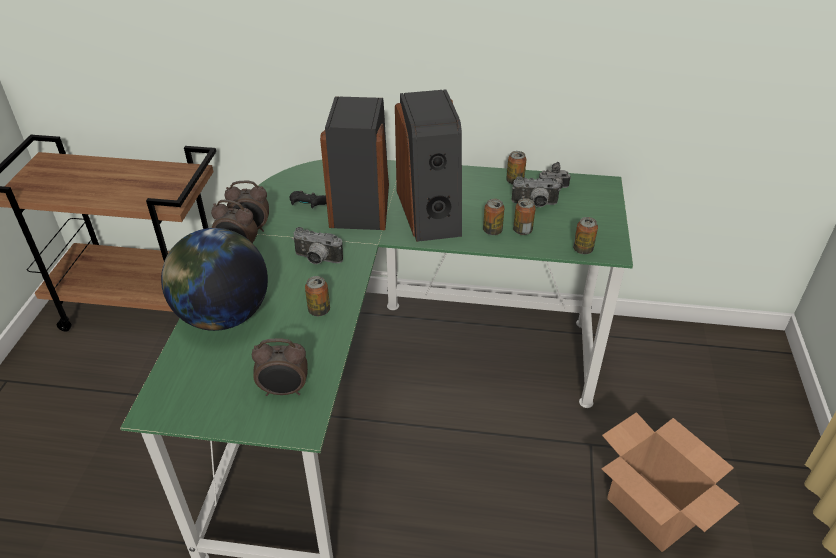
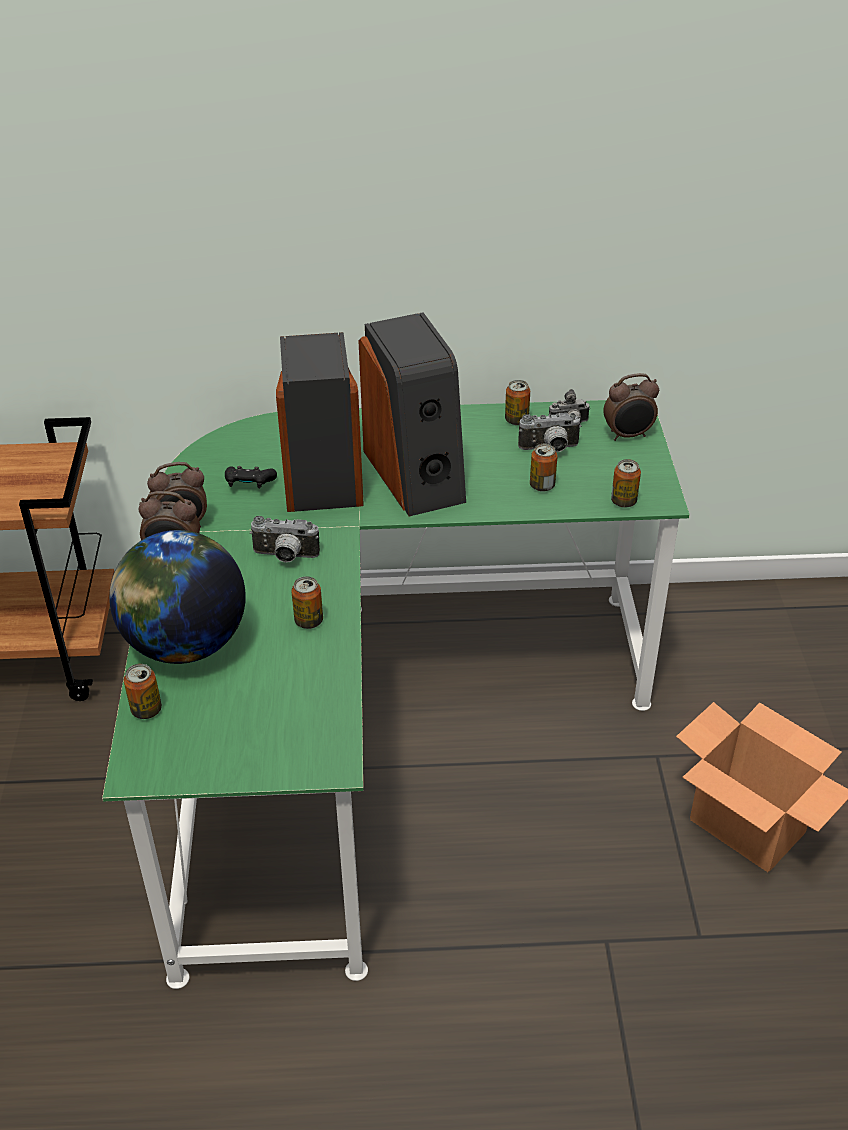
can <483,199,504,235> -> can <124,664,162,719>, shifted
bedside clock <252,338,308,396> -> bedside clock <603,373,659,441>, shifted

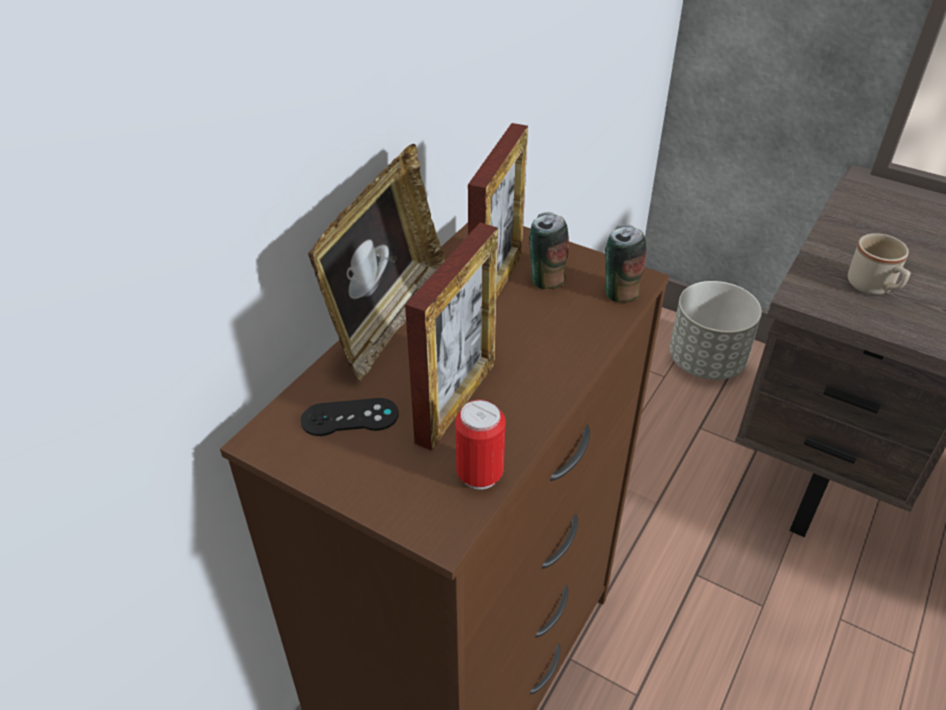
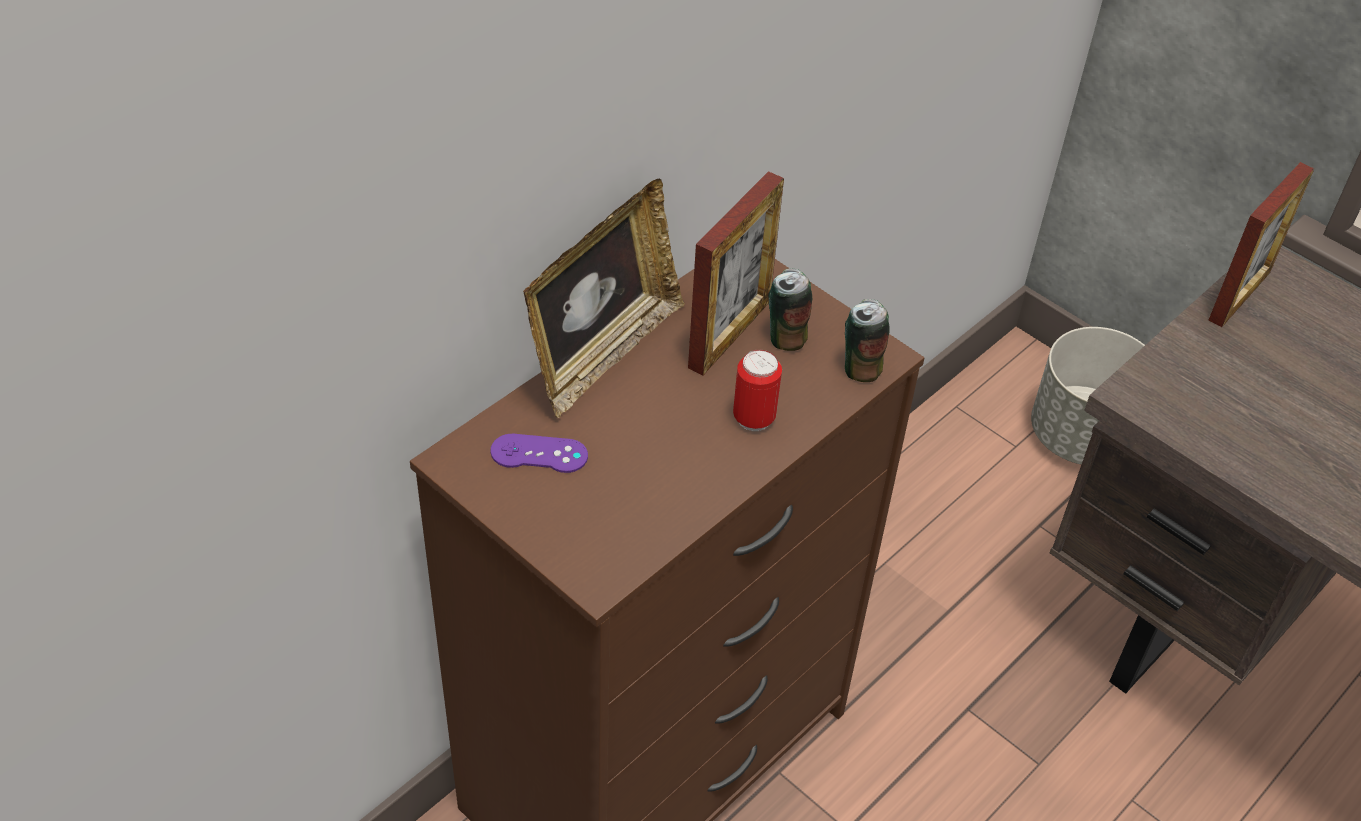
game controller (black) <300,398,399,436> -> game controller (purple) <490,434,588,473>
can <455,399,506,490> -> can <733,350,782,431>, shifted
picture frame <405,223,498,451> -> picture frame <1209,162,1314,327>, shifted
tea mug (sand-coloured) <848,233,911,295> -> none

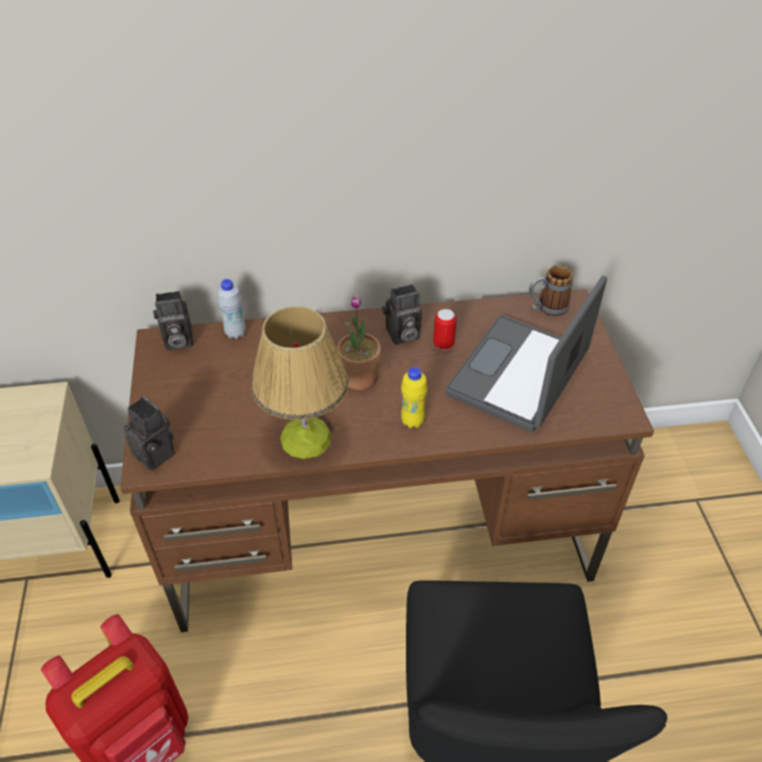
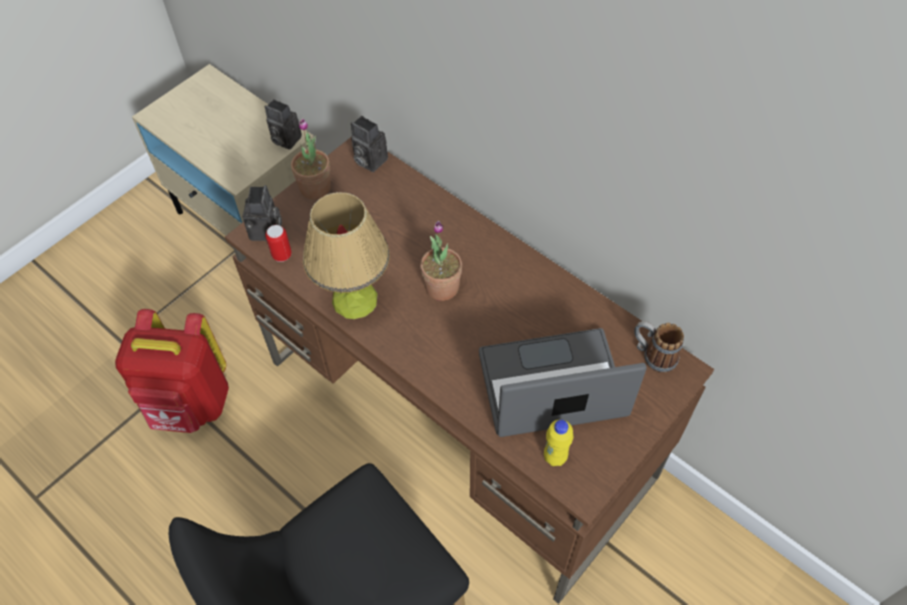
still camera <382,284,422,345> -> still camera <265,99,302,150>, shifted
can <433,309,457,350> -> can <265,225,292,262>, shifted
none -> plant in a pot <291,118,331,200>
bottle (yellow-coloured) <401,367,427,428> -> bottle (yellow-coloured) <544,420,573,466>, shifted
bottle (whitish) <218,279,246,339> -> none

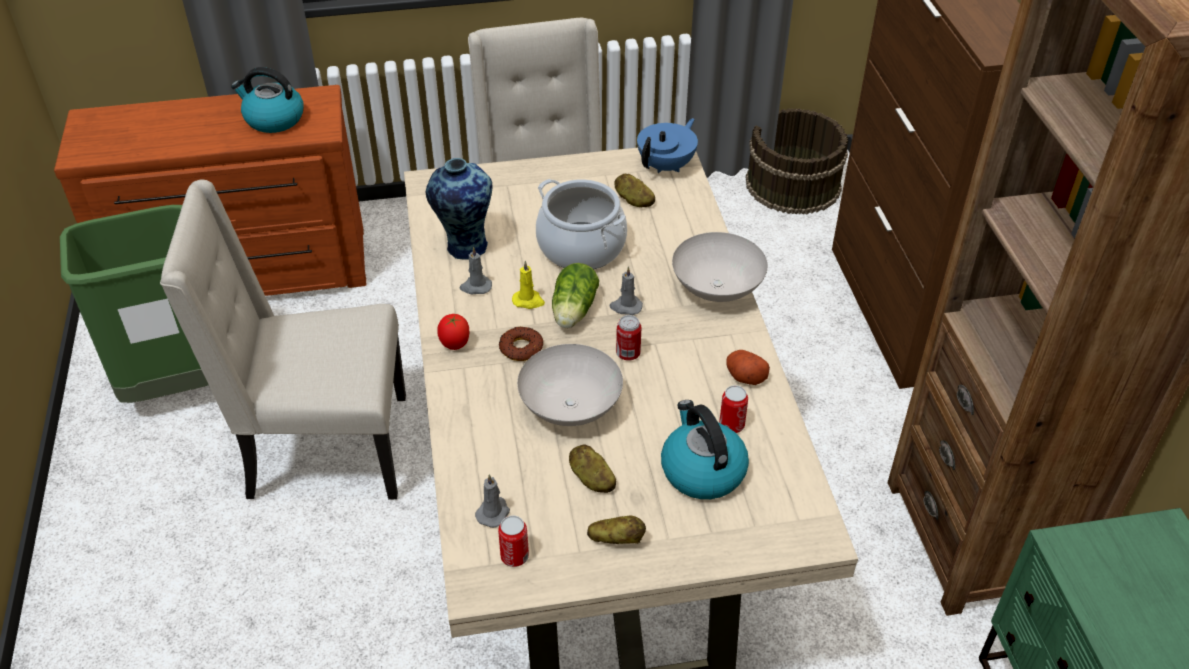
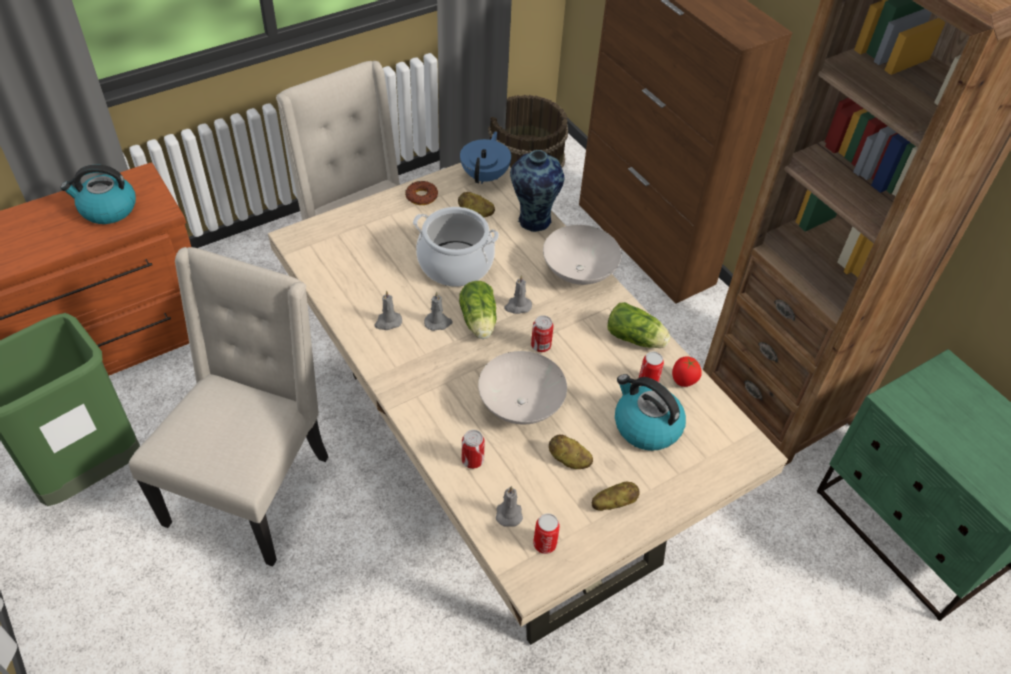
plain chair (sand-coloured) <160,180,406,500> -> plain chair (sand-coloured) <129,247,328,567>, 135 degrees clockwise
doughnut <499,326,543,361> -> doughnut <406,181,438,205>, shifted
wax light (yellow-coloured) <512,260,545,309> -> wax light (gray) <424,292,453,331>
none -> can <462,430,485,469>
flower vase <426,158,492,260> -> flower vase <510,150,565,232>, shifted
potato <726,350,770,385> -> head of lettuce <608,302,671,348>
whole tomato <437,314,469,350> -> whole tomato <672,356,702,387>, shifted

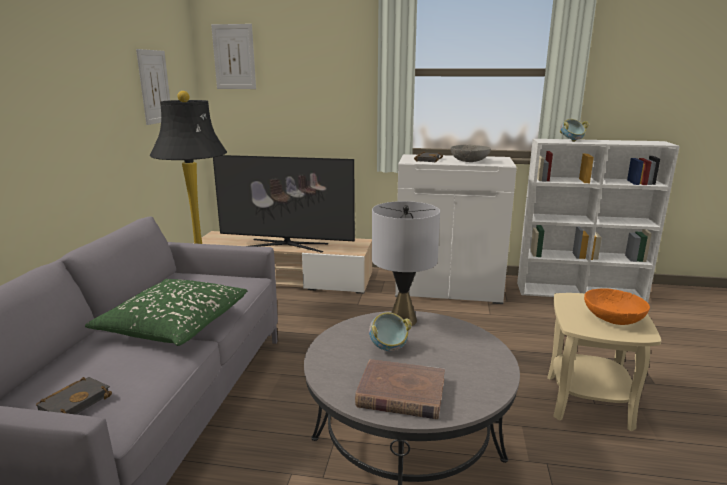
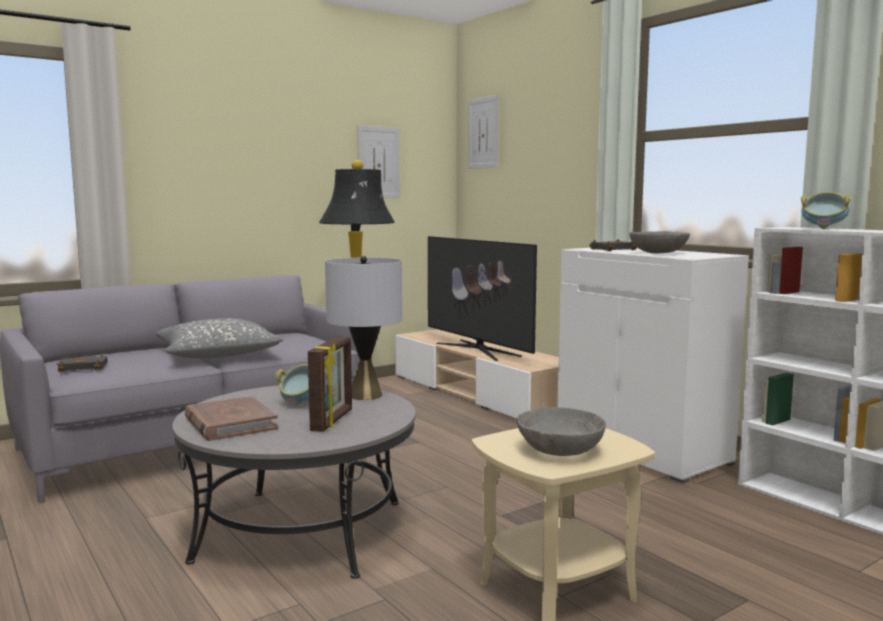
cushion (green) <85,279,247,346> -> cushion (gray) <155,318,283,358>
none -> picture frame <308,336,352,432>
bowl (orange-coloured) <584,288,650,325> -> bowl (gray) <517,407,606,456>

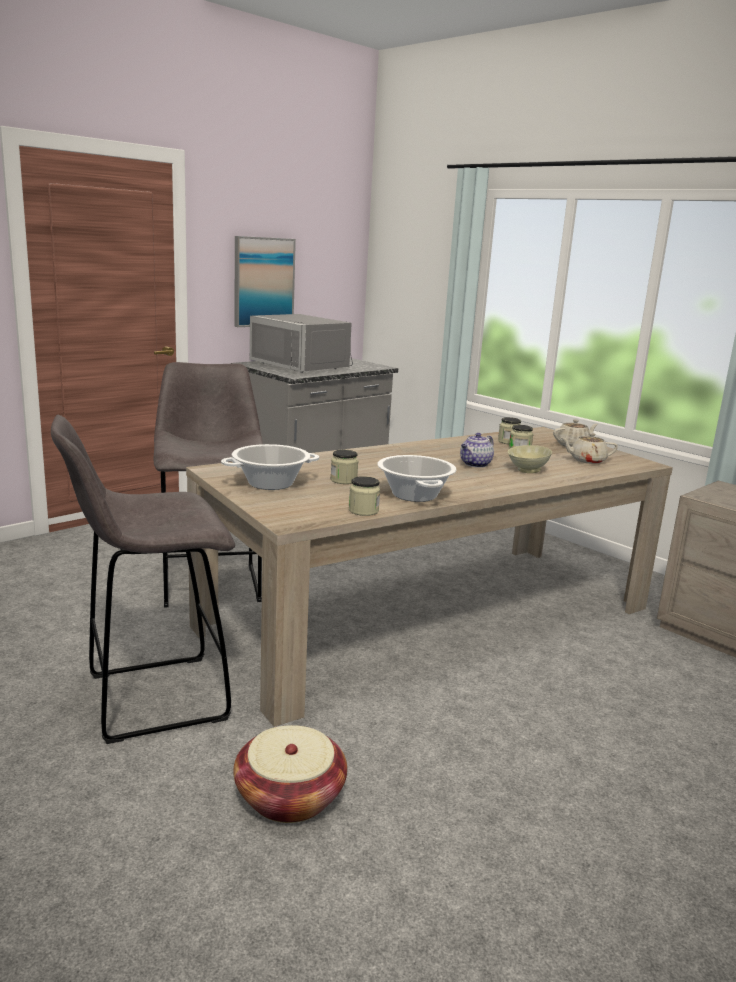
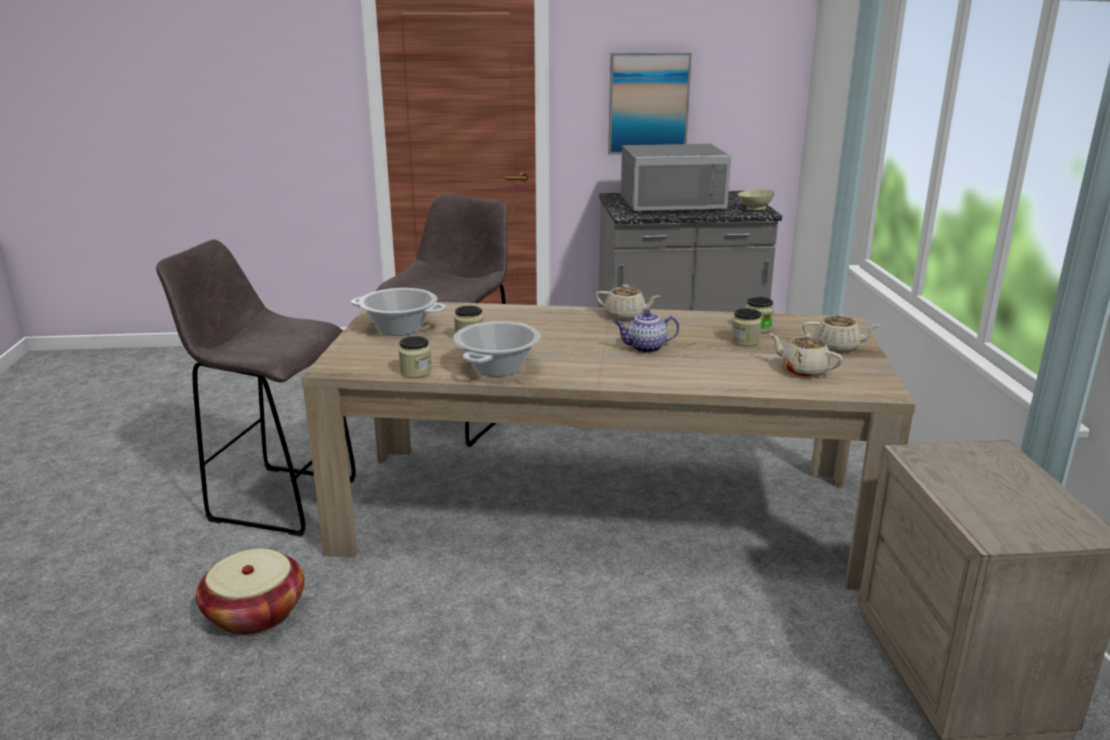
none -> tea pot (sand-coloured) <596,284,660,321>
microwave (gray) <250,314,353,373> -> microwave (gray) <621,144,731,212>, 90 degrees counterclockwise
bowl (sand-coloured) <508,445,552,473> -> bowl (sand-coloured) <738,189,775,211>, shifted

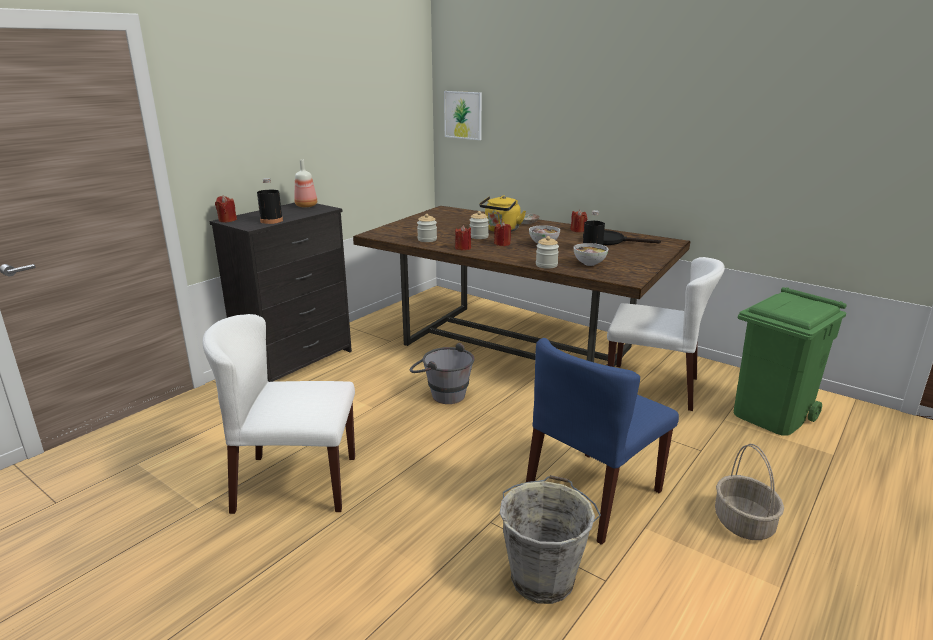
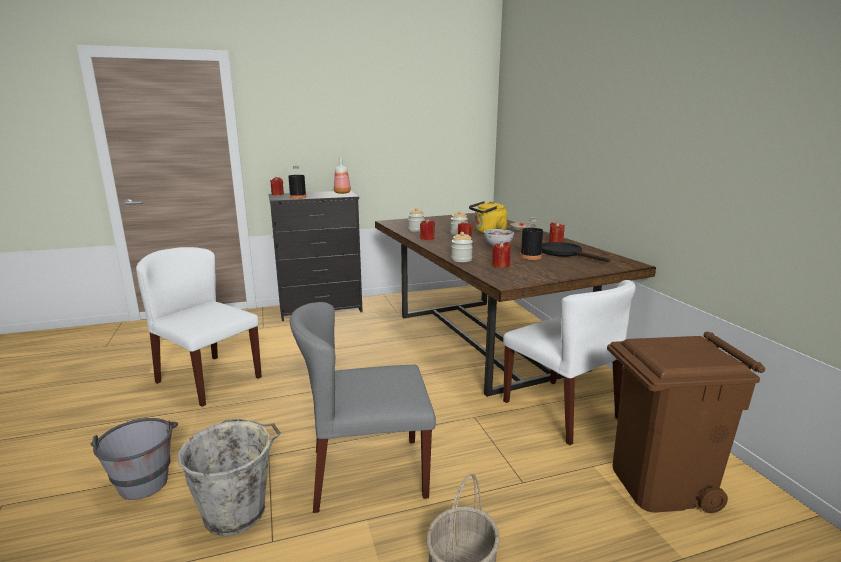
pail (gray) <410,343,475,404> -> pail (gray) <91,418,178,500>, shifted
plain chair (blue-coloured) <526,338,679,545> -> plain chair (gray) <290,302,436,513>
bowl <574,243,608,266> -> wax light (red) <492,241,511,268>
waste bin (green) <734,287,847,436> -> waste bin (brown-coloured) <607,332,765,513>
wall picture <444,91,482,140> -> none

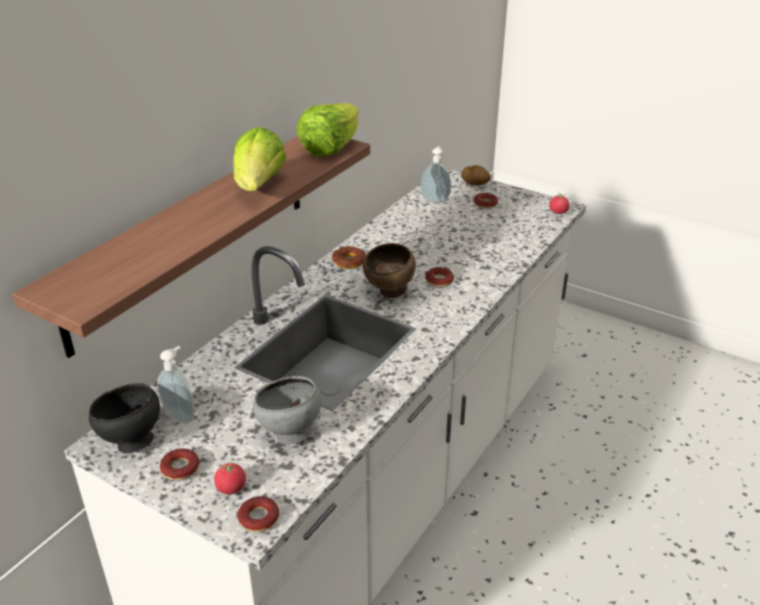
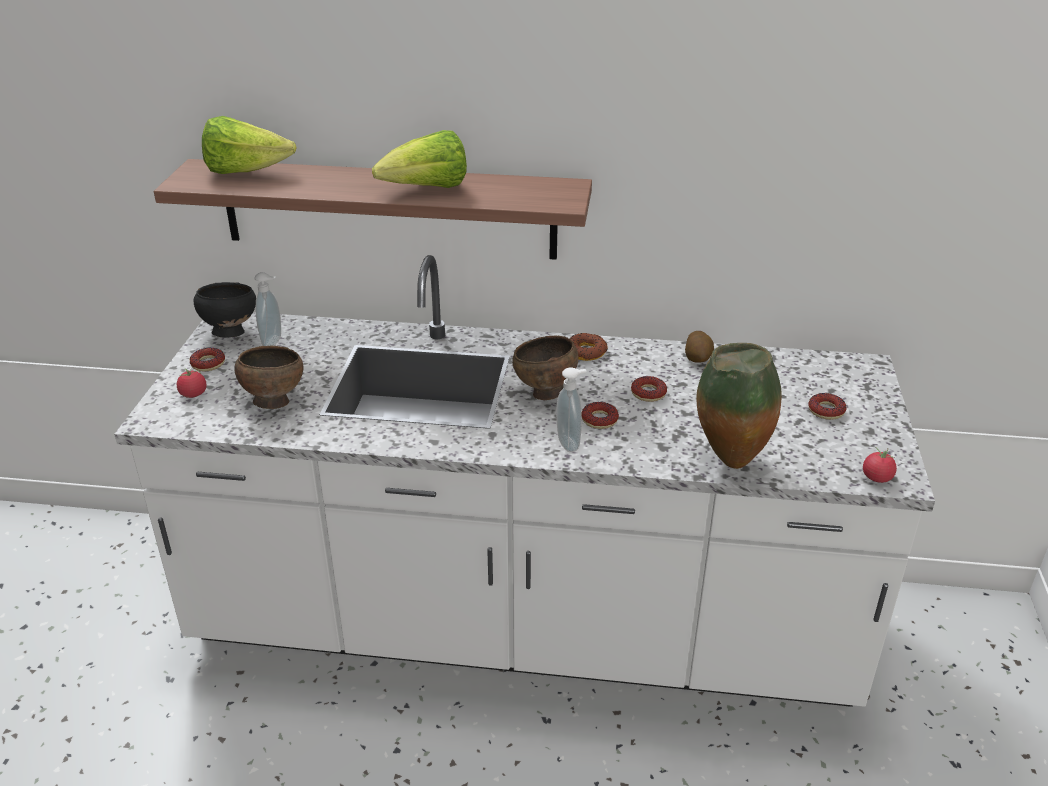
head of lettuce <296,103,358,157> -> head of lettuce <202,116,297,174>, shifted
bowl (gray) <253,376,321,445> -> bowl (brown-coloured) <234,346,303,409>
liquid soap bottle <421,146,451,203> -> liquid soap bottle <556,367,587,452>, shifted
doughnut <238,496,279,532> -> doughnut <631,376,667,402>, shifted
potato <461,165,491,186> -> potato <685,331,714,363>, shifted
none -> flower vase <696,343,782,469>

